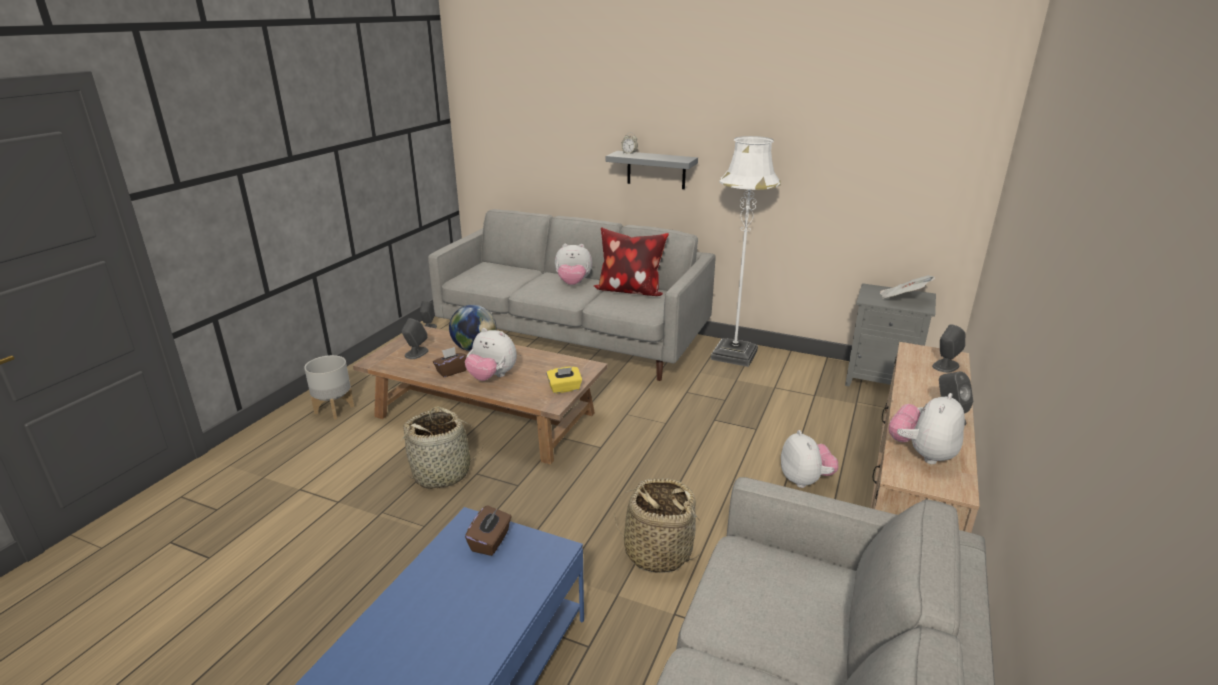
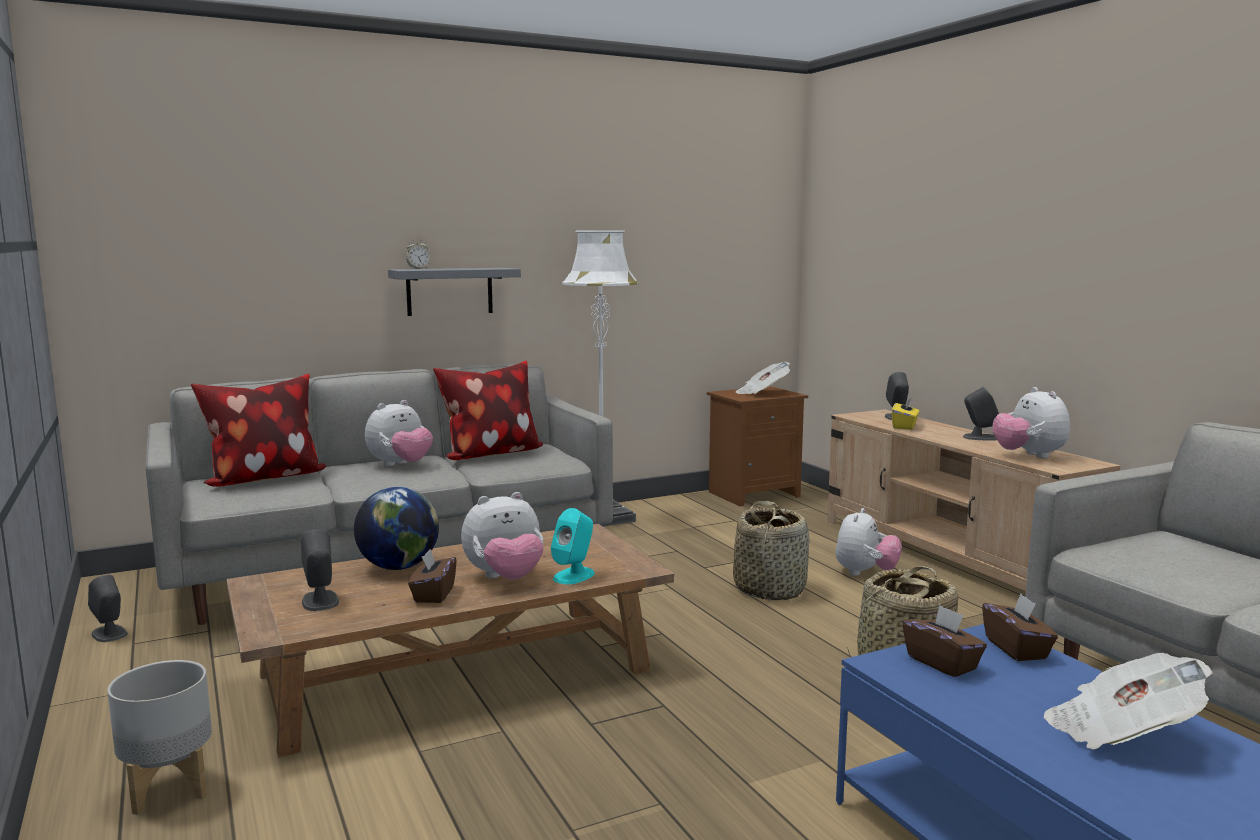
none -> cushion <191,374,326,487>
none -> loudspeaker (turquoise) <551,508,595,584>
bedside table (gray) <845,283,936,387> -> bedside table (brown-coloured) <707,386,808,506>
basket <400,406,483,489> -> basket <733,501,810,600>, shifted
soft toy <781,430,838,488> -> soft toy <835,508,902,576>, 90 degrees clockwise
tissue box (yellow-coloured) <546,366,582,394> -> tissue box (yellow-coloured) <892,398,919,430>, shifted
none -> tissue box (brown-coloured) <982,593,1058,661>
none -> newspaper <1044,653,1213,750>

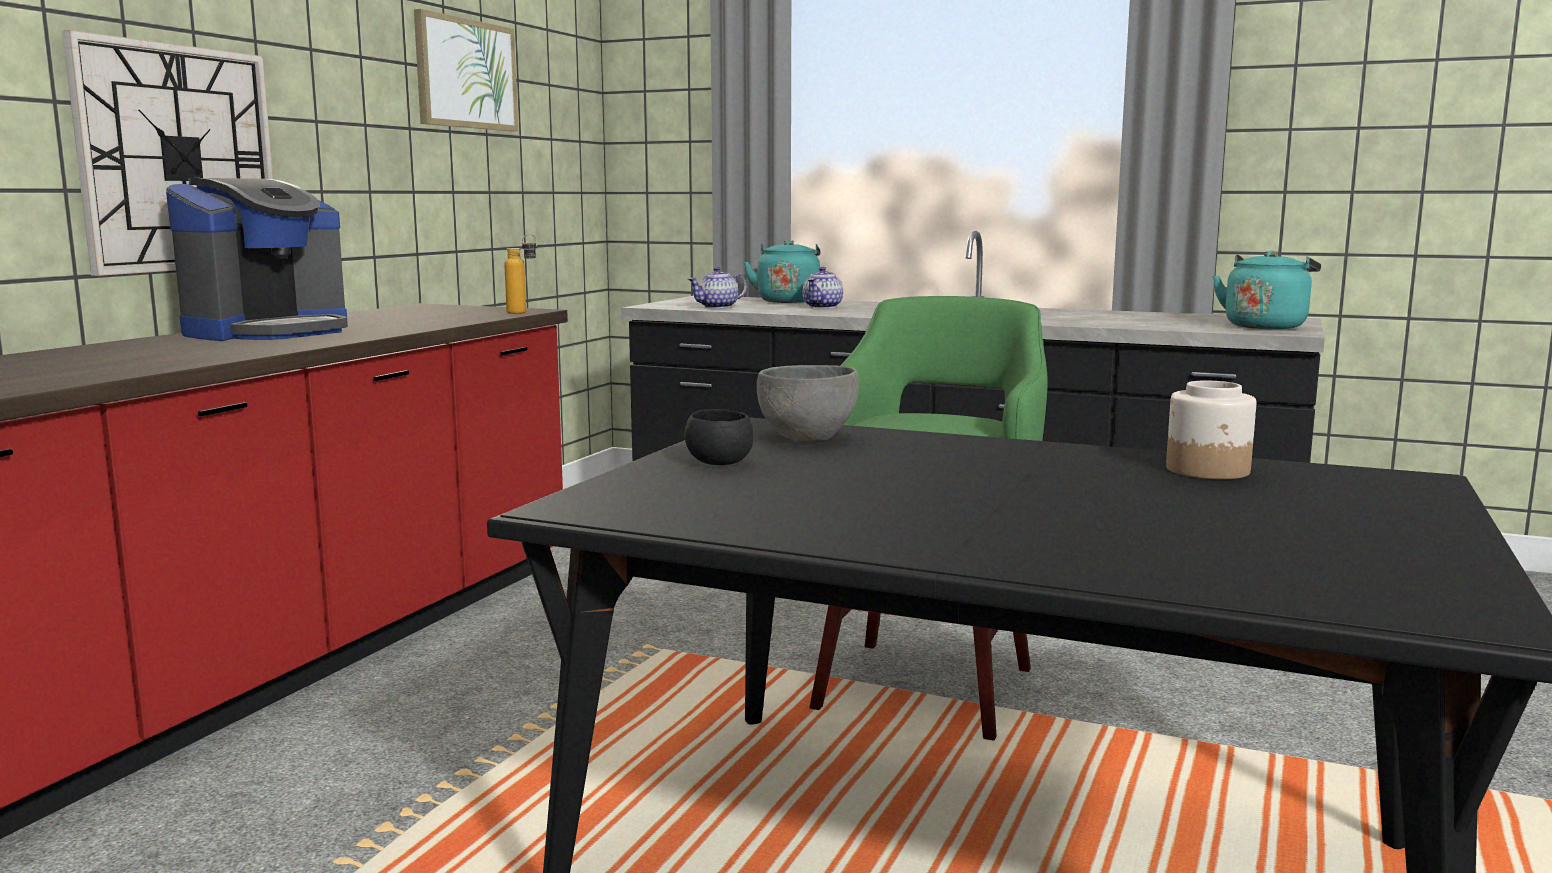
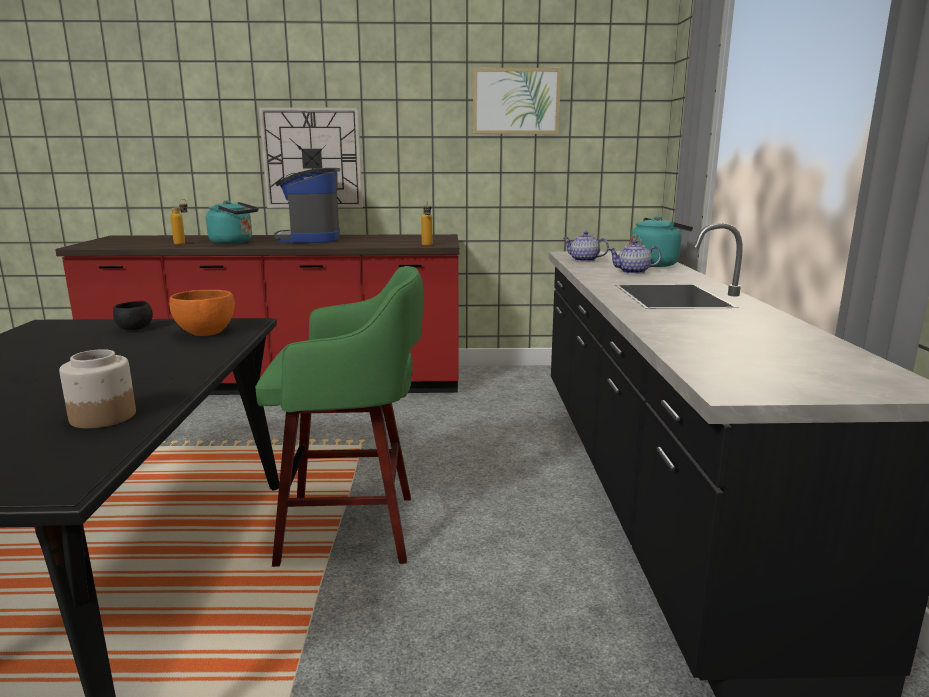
bowl (gray) <757,365,859,441> -> bowl (orange-coloured) <169,290,235,336>
none -> bottle <170,199,188,245>
water kettle (turquoise) <1212,250,1321,329> -> water kettle (turquoise) <206,200,258,244>, shifted
coffee machine <166,178,348,341> -> coffee machine <274,168,340,243>, 75 degrees clockwise

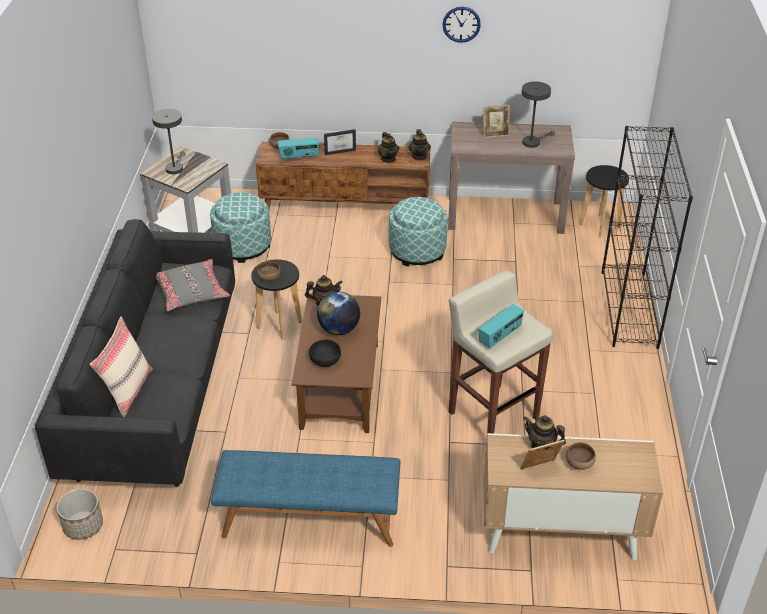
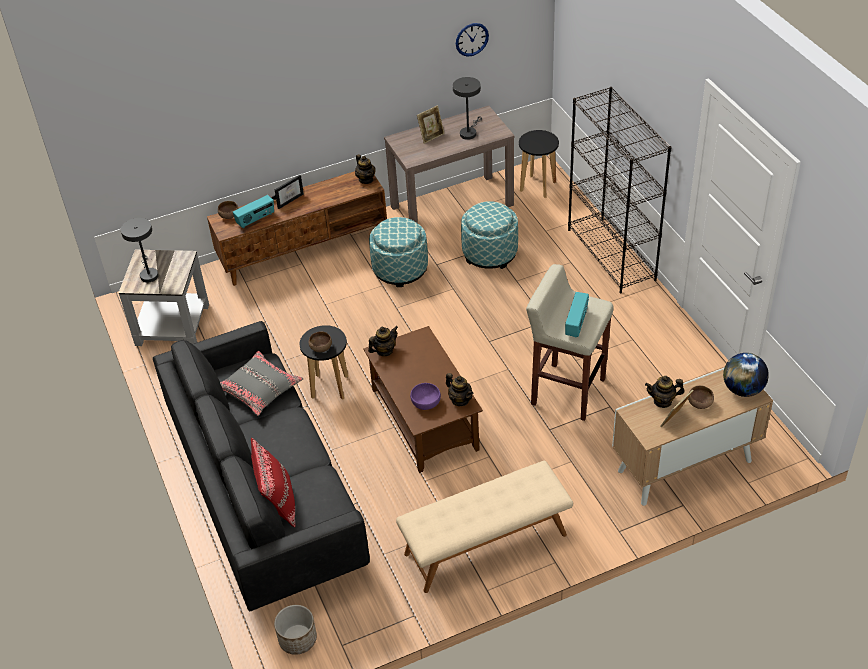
cushion (sand-coloured) <90,317,153,417> -> cushion (red) <251,438,295,527>
indoor bench (blue-coloured) <211,450,400,547> -> indoor bench (sand-coloured) <396,461,573,593>
bowl (black) <309,340,341,367> -> bowl (purple) <410,383,441,410>
tea pot <378,132,399,163> -> tea pot <446,373,474,406>, shifted
clock on the wall <442,7,481,43> -> clock on the wall <456,23,489,57>, shifted
pouffe <210,192,271,263> -> pouffe <461,201,518,269>, shifted
globe <317,292,360,335> -> globe <723,353,769,397>, shifted

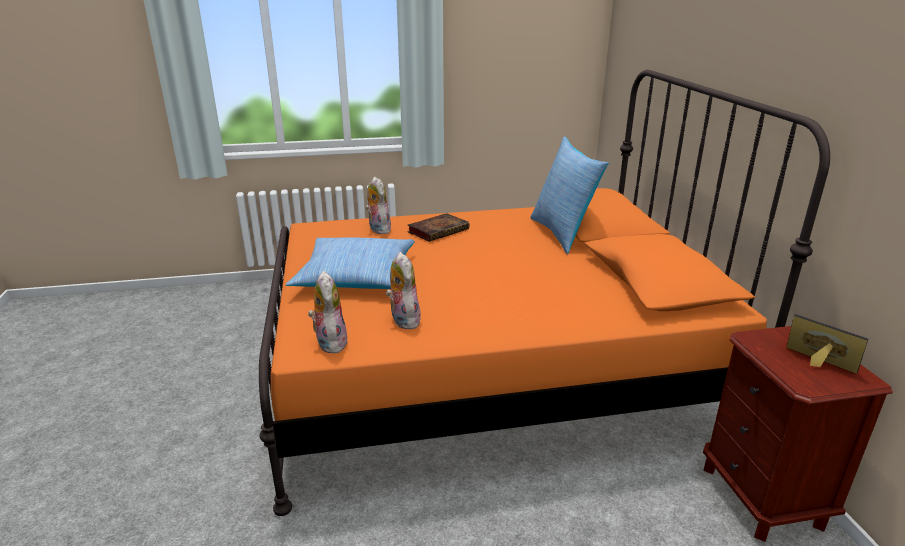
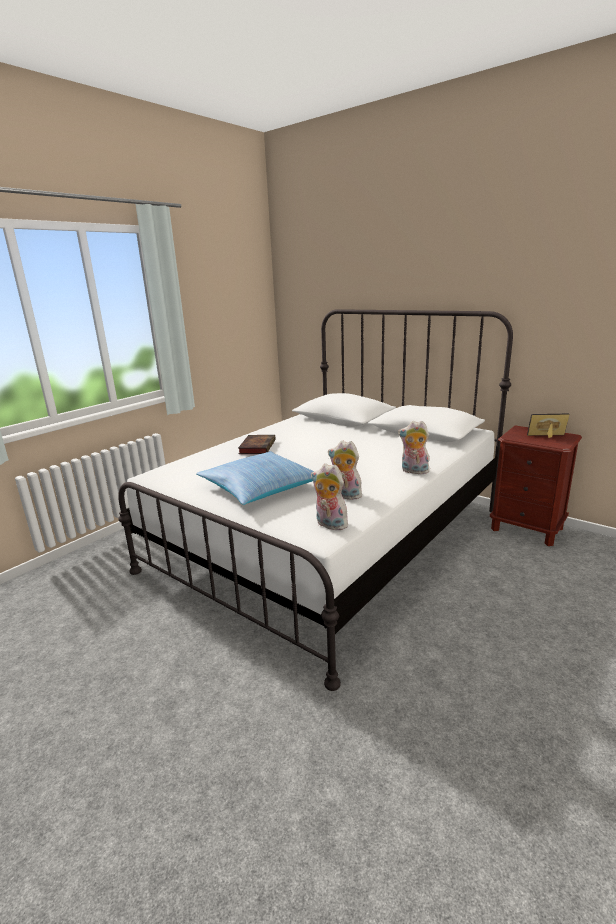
bed (orange-coloured) <259,70,830,516> -> bed (whitish) <118,309,513,691>
soft toy <365,177,391,234> -> soft toy <398,421,430,474>, shifted
cushion <530,137,609,254> -> none

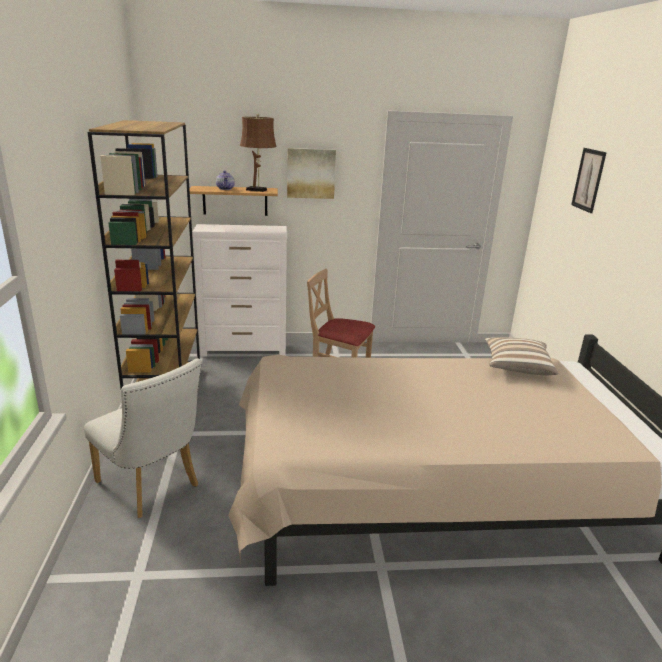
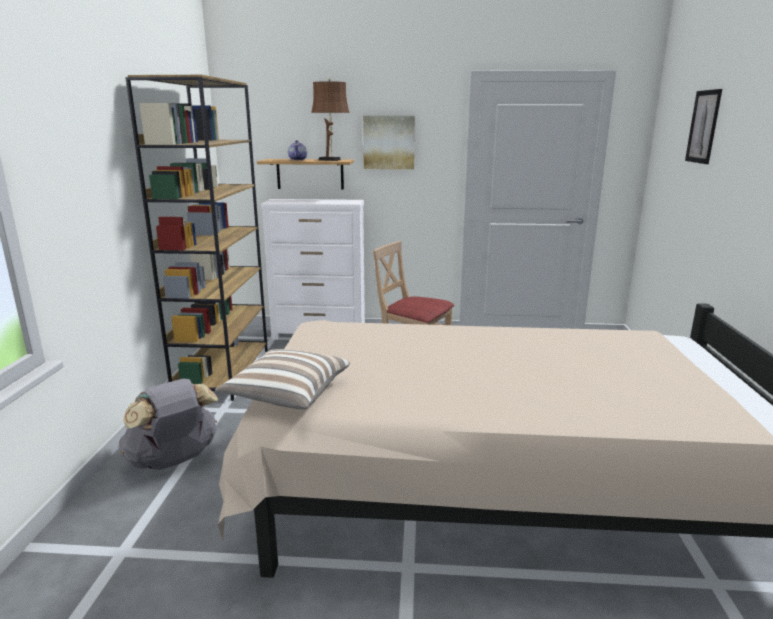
plain chair (whitish) <84,359,202,518> -> knapsack (gray) <118,378,218,470>
cushion <485,337,558,375> -> cushion <215,349,350,409>, shifted

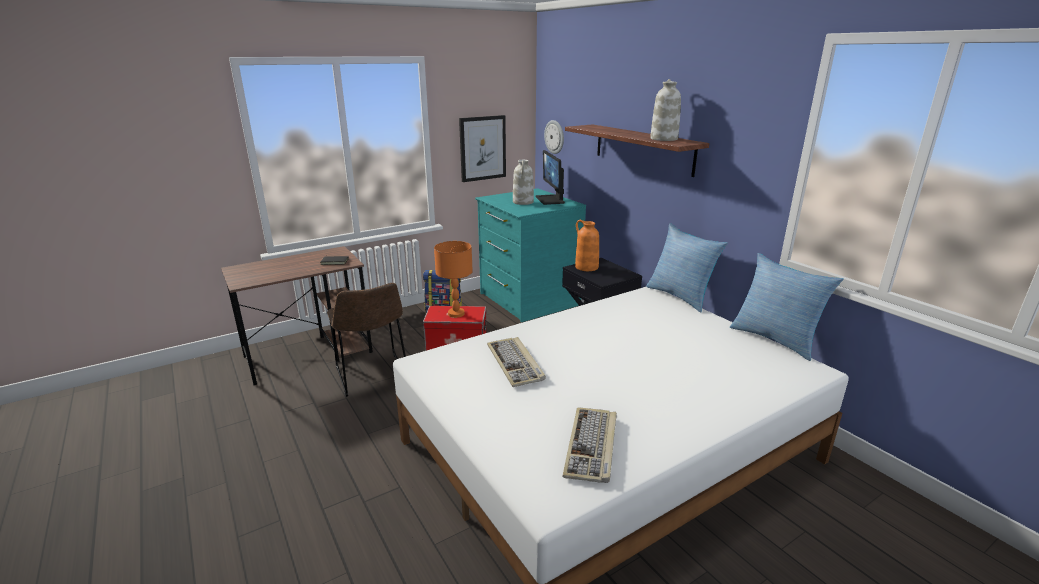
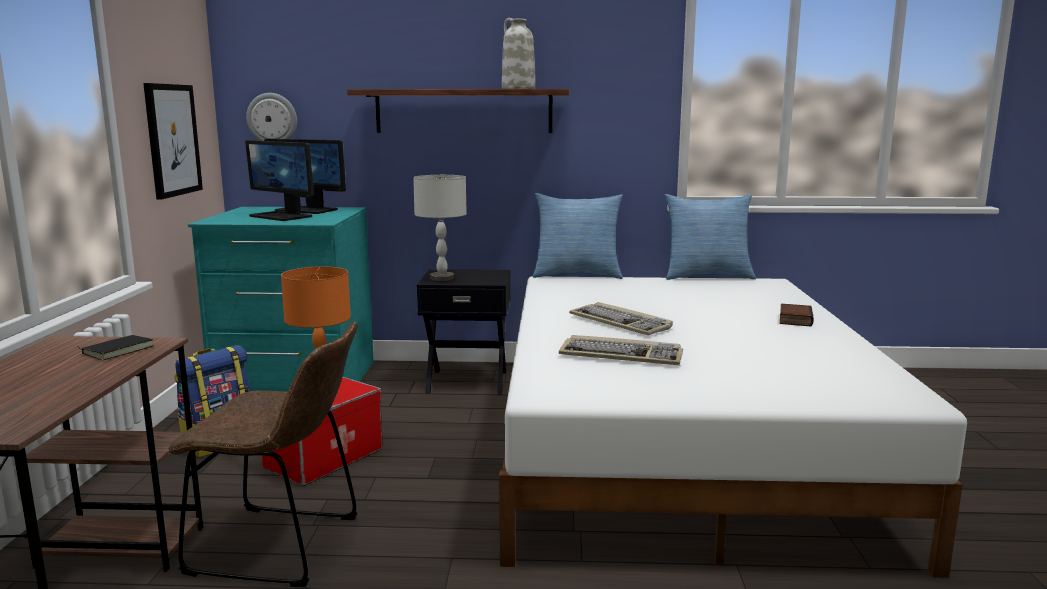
flower vase (whitish) <513,160,534,205> -> computer display <245,140,314,221>
flower vase (orange-coloured) <575,220,599,271> -> lamp for a table (gray) <413,175,467,281>
computer keyboard <563,407,617,483> -> computer keyboard <569,302,673,335>, shifted
none -> book <780,304,814,326>

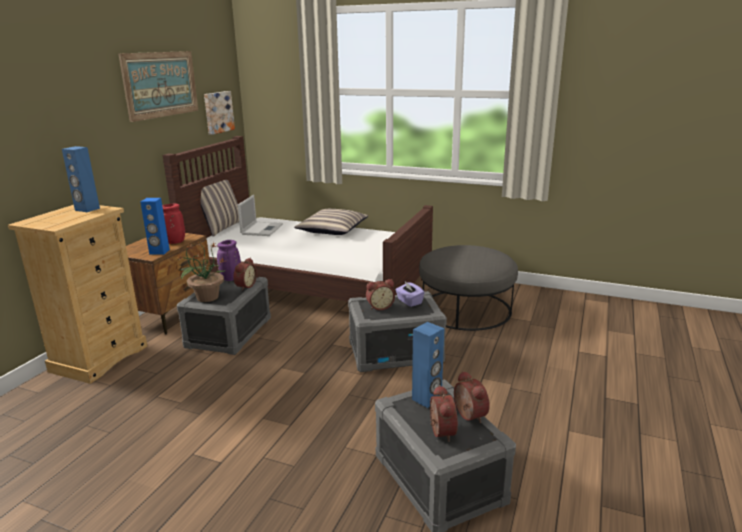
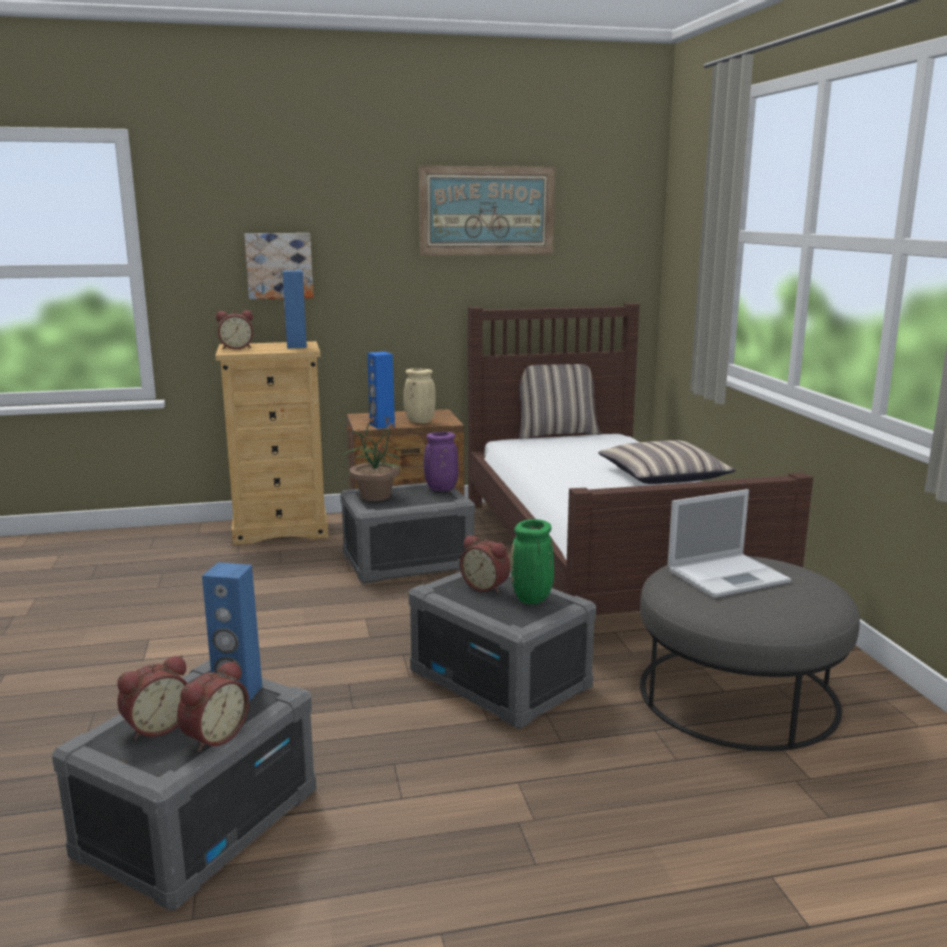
bedside clock <234,258,257,291> -> bedside clock <216,310,253,349>, shifted
wall picture <204,91,235,135> -> wall picture <244,233,313,299>, shifted
flower vase (red) <162,204,185,244> -> flower vase (sand-coloured) <403,368,436,423>
tissue box (purple) <395,282,425,307> -> flower vase (green) <511,519,554,604>
laptop <238,195,283,236> -> laptop <668,489,791,598>, shifted

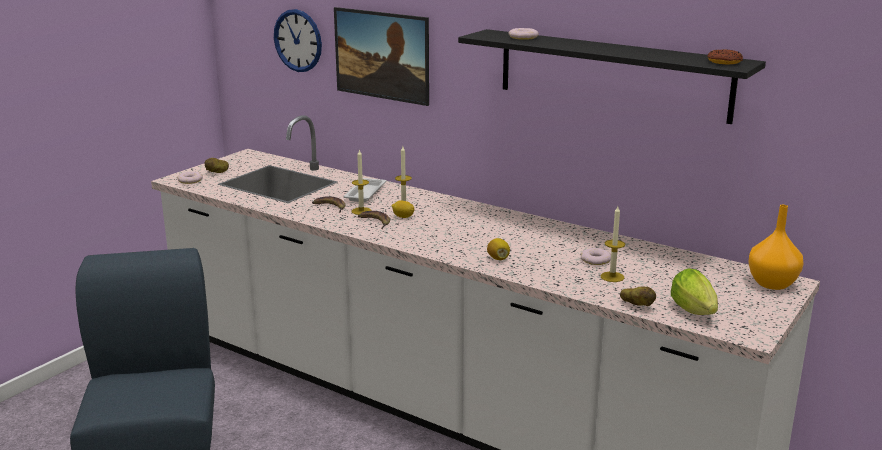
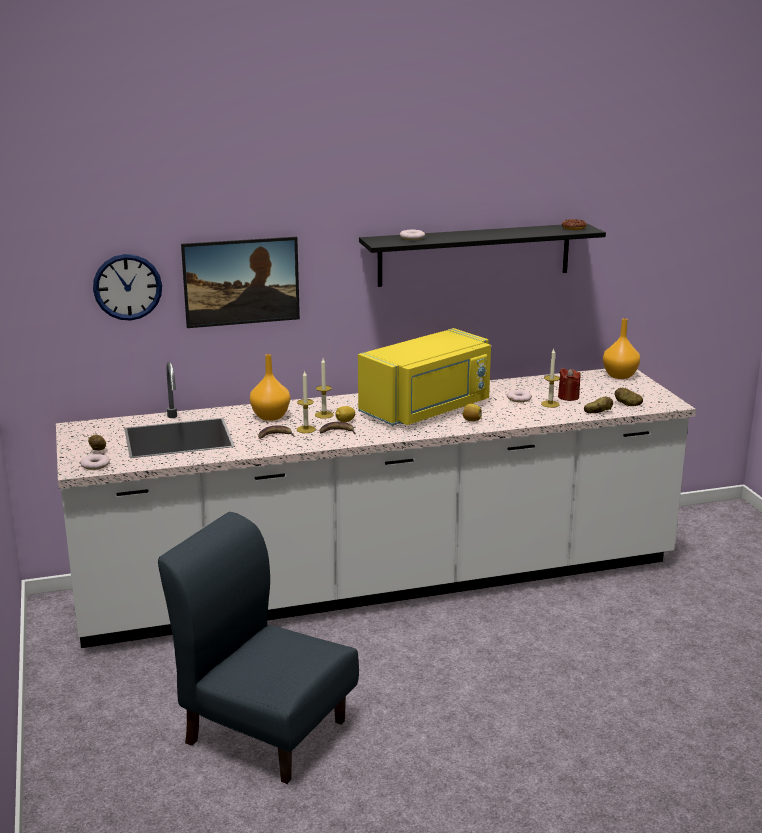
tray (whitish) <344,178,386,202> -> flower vase (orange-coloured) <250,354,290,421>
none -> microwave (yellow-coloured) <358,328,491,426>
none -> wax light (red) <558,368,581,401>
head of lettuce <671,268,718,315> -> potato <615,388,643,406>

